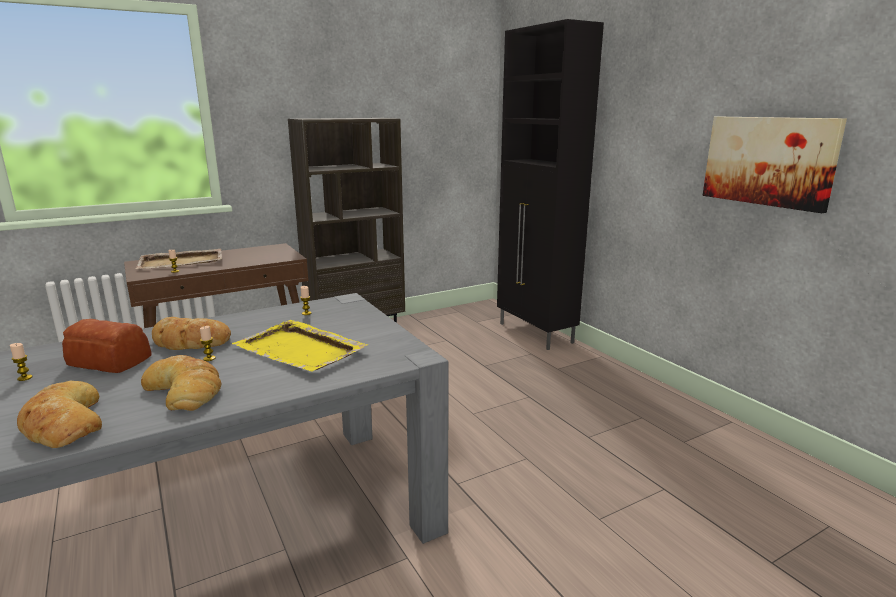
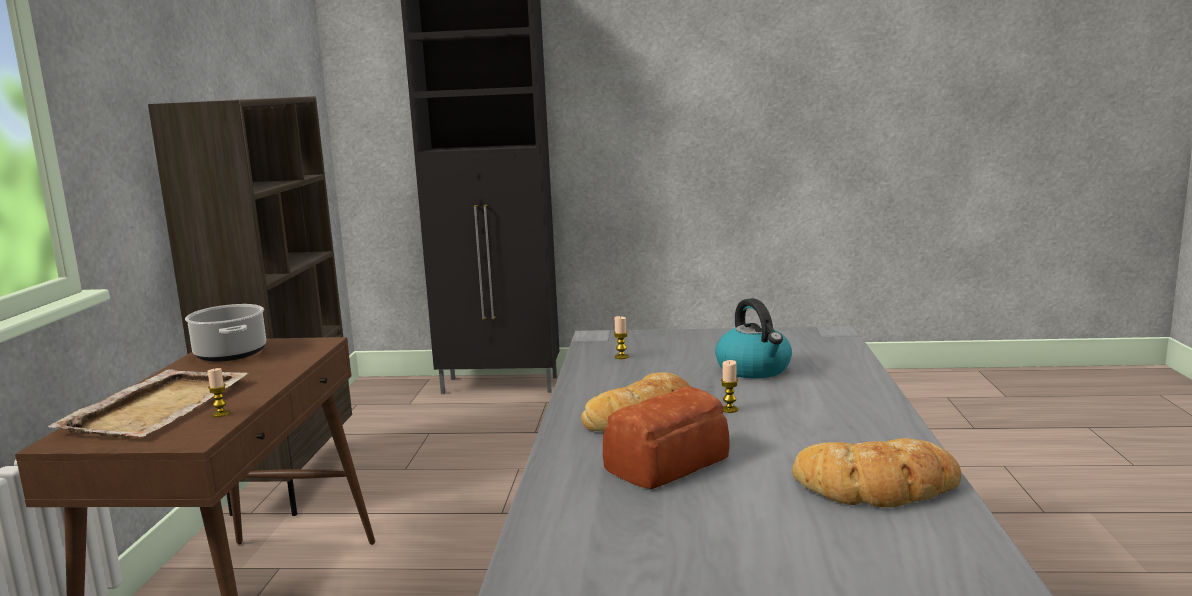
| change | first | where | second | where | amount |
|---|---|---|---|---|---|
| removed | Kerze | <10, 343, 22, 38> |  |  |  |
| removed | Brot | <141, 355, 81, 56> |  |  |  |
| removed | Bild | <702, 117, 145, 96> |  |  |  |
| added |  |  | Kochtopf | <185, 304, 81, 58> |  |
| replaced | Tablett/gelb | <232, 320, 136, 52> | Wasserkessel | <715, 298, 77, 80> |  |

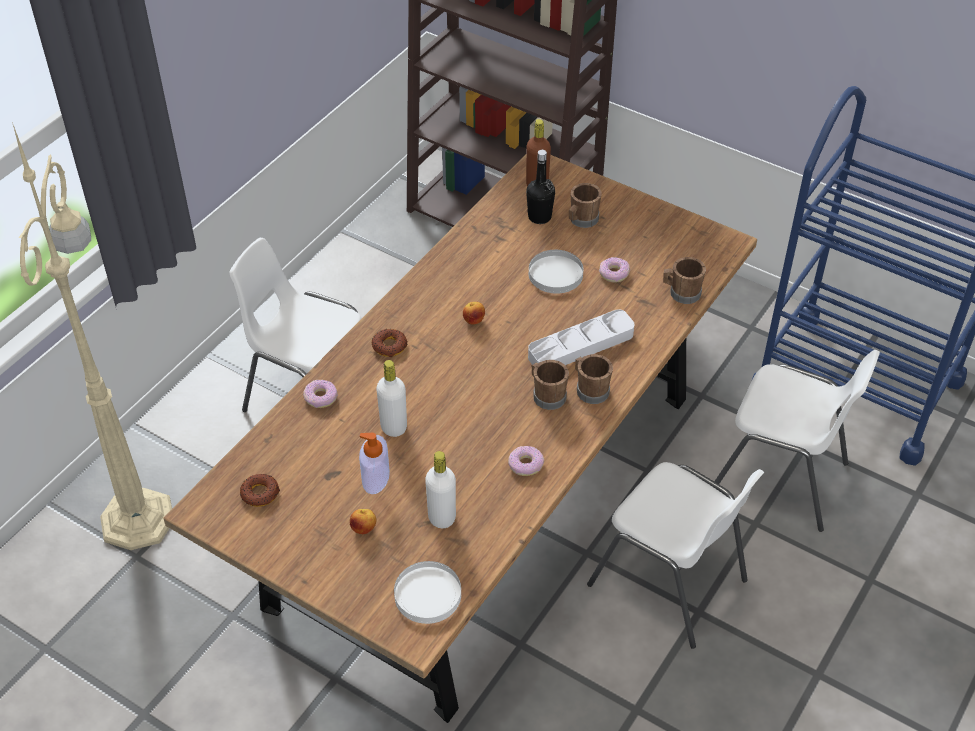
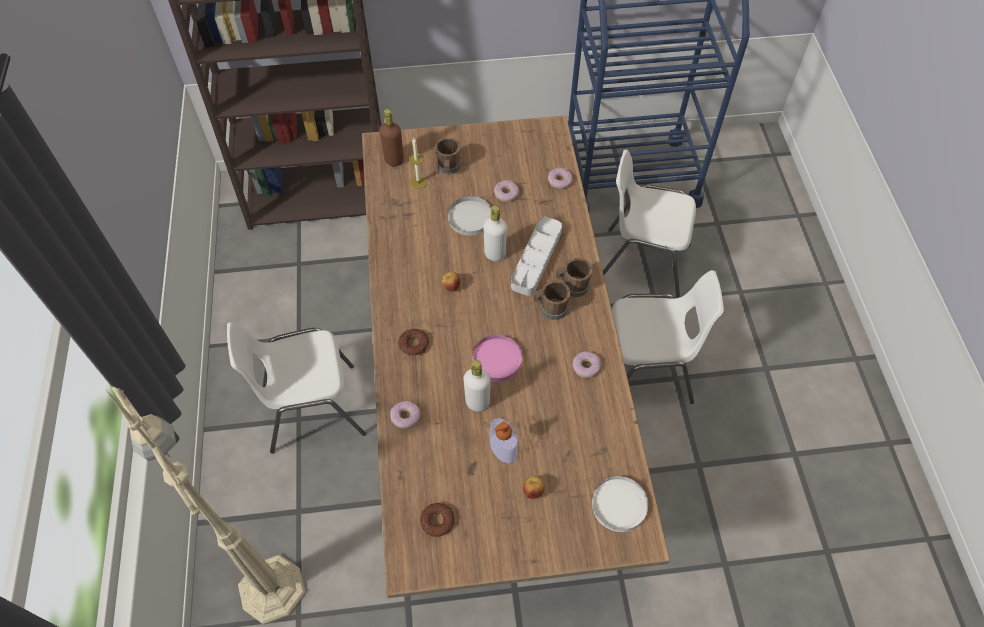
| change | first | where | second | where | amount |
|---|---|---|---|---|---|
| added |  |  | Teller/rosa | <472, 335, 50, 47> |  |
| moved | Flasche/weiß | <425, 451, 31, 77> |  | <483, 206, 24, 55> |  |
| replaced | Flasche/schwarz | <526, 150, 29, 74> | Kerze | <409, 138, 18, 51> |  |
| replaced | Henkelbecher/braun | <663, 257, 43, 47> | Donut | <548, 168, 24, 21> |  |
| turned | Stuhl/weiß | <714, 350, 166, 182> |  | <603, 150, 93, 148> | 150 degrees counterclockwise |

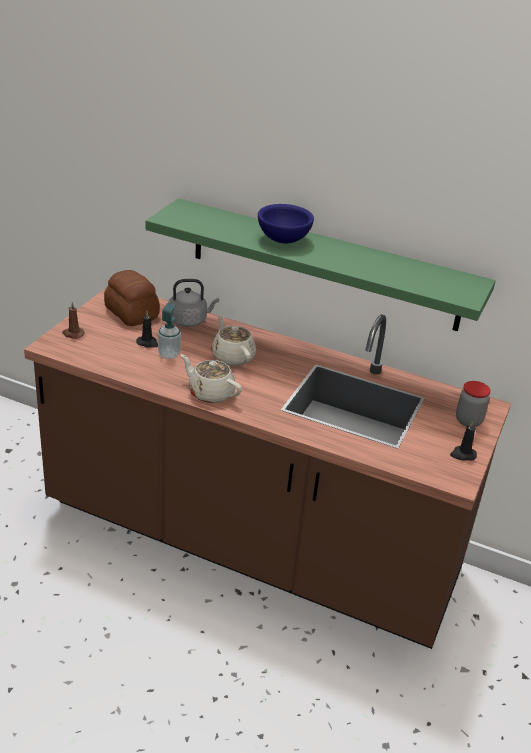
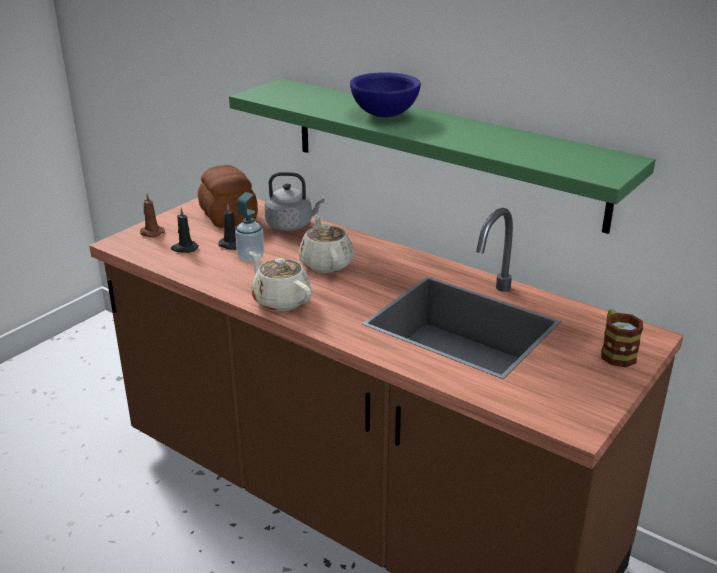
| change | first | where | second | where | amount |
|---|---|---|---|---|---|
| moved | Kerze/schwarz | <450, 421, 27, 40> |  | <171, 208, 28, 45> |  |
| replaced | Vorratsglas | <456, 381, 35, 46> | Henkelbecher | <601, 309, 42, 58> |  |

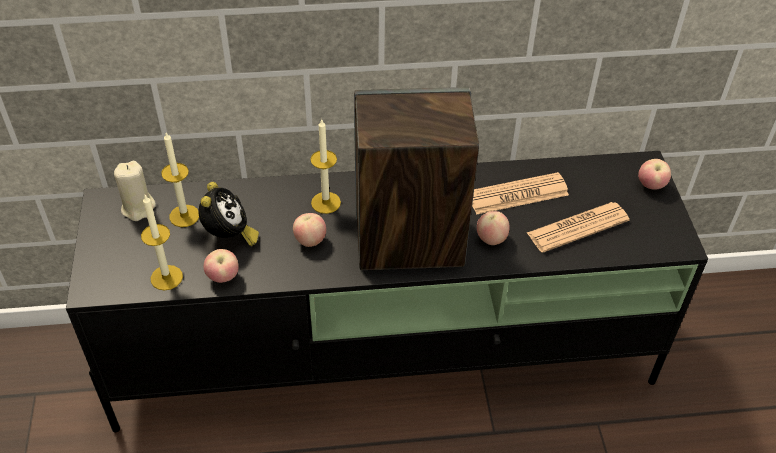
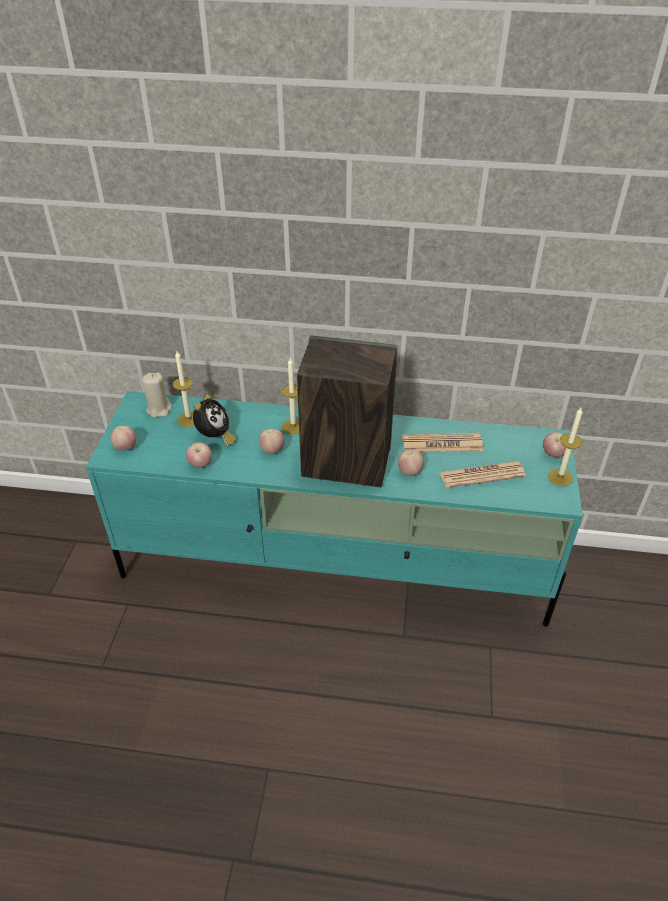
| change | first | where | second | where | amount |
|---|---|---|---|---|---|
| added |  |  | Apfel | <111, 426, 25, 25> |  |
| moved | Kerze | <141, 195, 42, 96> |  | <548, 408, 35, 78> |  |
| recoloured | Fernsehschrank/schwarz | <66, 151, 642, 281> | Fernsehschrank/türkis | <86, 391, 497, 236> |  |

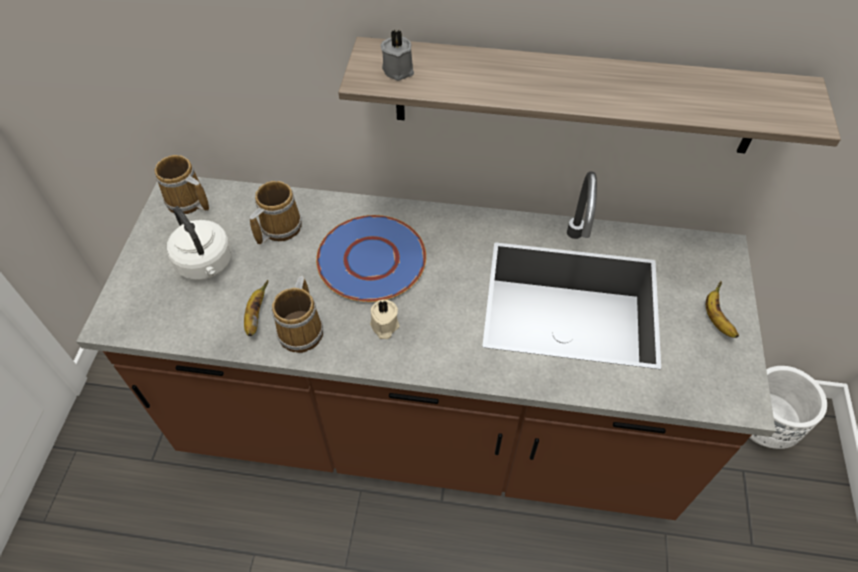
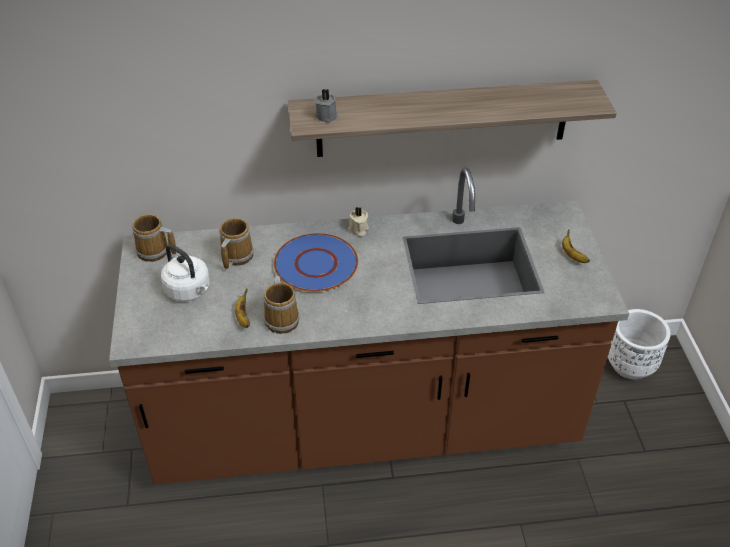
| change | first | where | second | where | amount |
|---|---|---|---|---|---|
| moved | Kerze/beige | <370, 300, 29, 39> |  | <348, 207, 21, 30> |  |

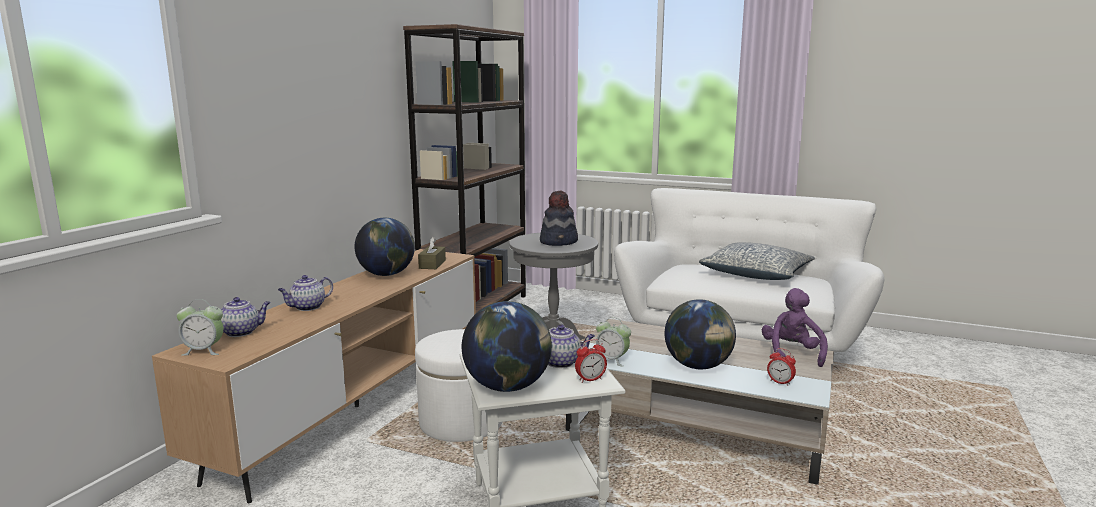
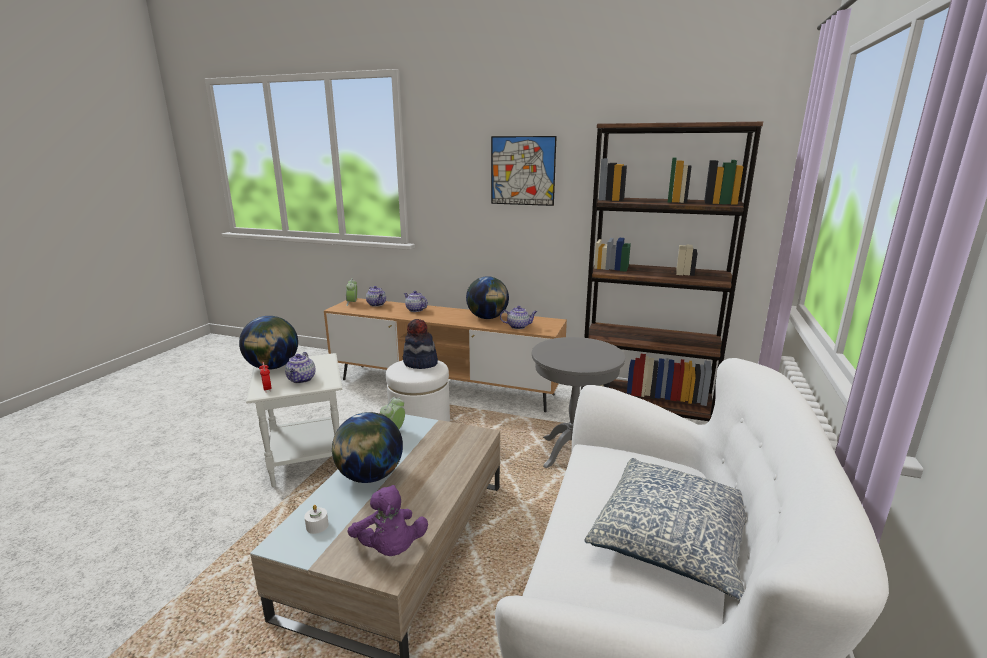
| change | first | where | second | where | amount |
|---|---|---|---|---|---|
| added |  |  | Bild | <491, 136, 66, 70> |  |
| moved | Hut | <540, 190, 38, 56> |  | <403, 319, 35, 50> |  |
| replaced | Taschentuchbox/braun | <418, 237, 28, 32> | Teekanne | <500, 306, 37, 23> |  |
| replaced | Wecker | <767, 348, 29, 38> | Kerze/weiß | <304, 505, 25, 29> |  |
| turned | Plüschtier/lila | <762, 288, 66, 79> |  | <348, 485, 80, 71> | 60 degrees clockwise |

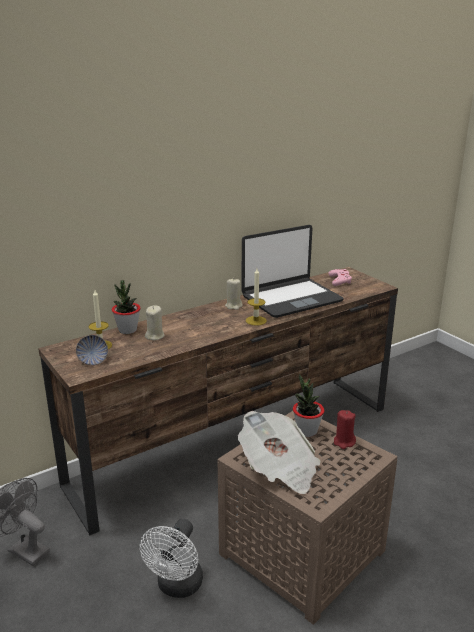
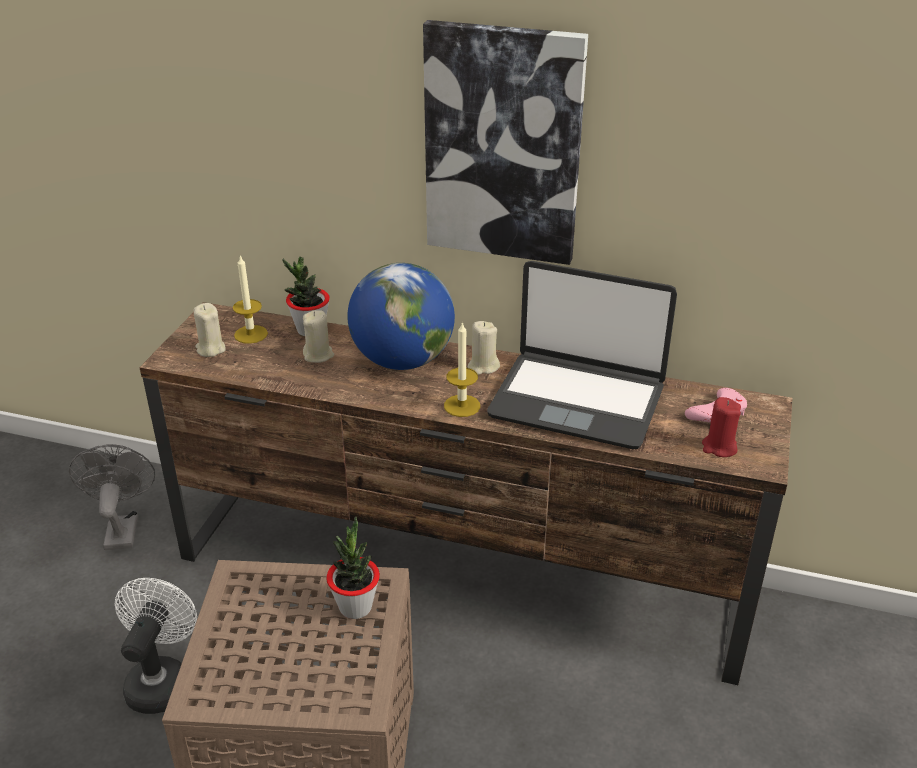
| change | first | where | second | where | amount |
|---|---|---|---|---|---|
| removed | Zeitung | <238, 411, 83, 83> |  |  |  |
| added |  |  | Globus | <347, 263, 108, 107> |  |
| added |  |  | Bild | <423, 20, 165, 245> |  |
| moved | Kerze/rot | <334, 410, 22, 39> |  | <702, 397, 39, 60> |  |
| replaced | Schüssel | <76, 335, 32, 30> | Kerze/beige | <193, 303, 33, 54> |  |
| turned | Ventilator/weiß | <140, 519, 63, 79> |  | <115, 578, 82, 136> | 120 degrees clockwise |

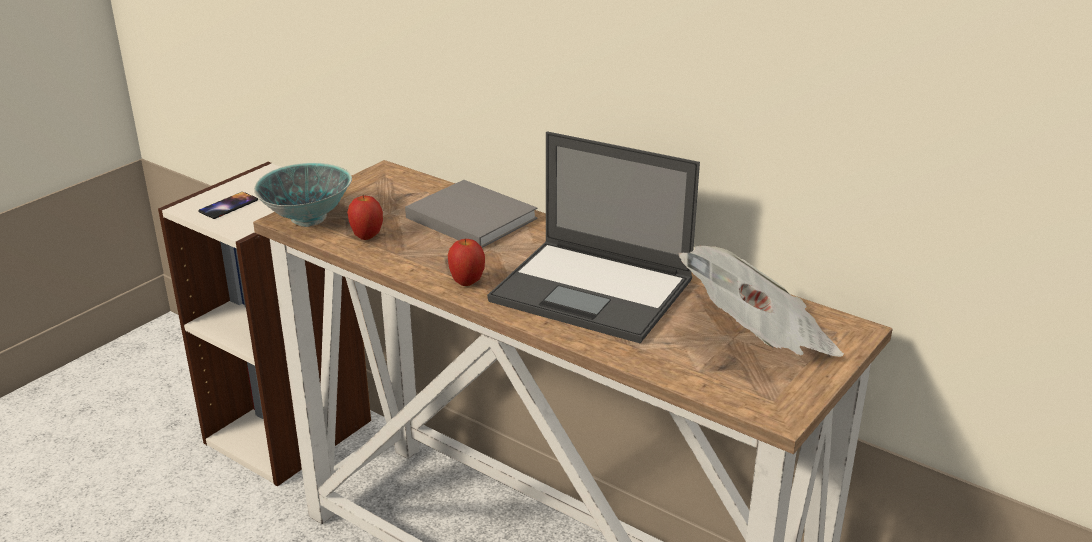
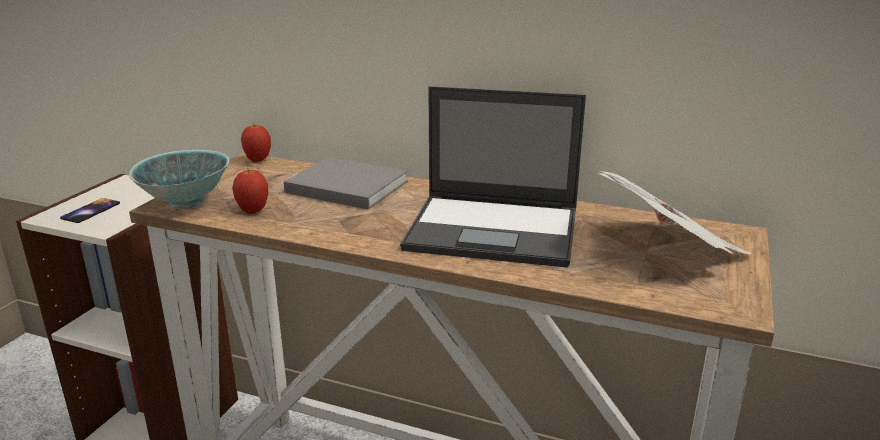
| change | first | where | second | where | amount |
|---|---|---|---|---|---|
| moved | Apfel | <447, 239, 38, 47> |  | <241, 123, 30, 39> |  |

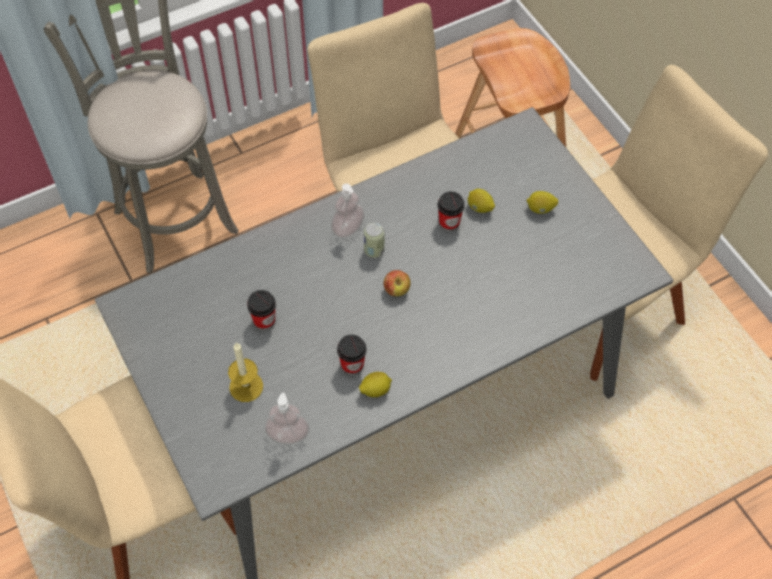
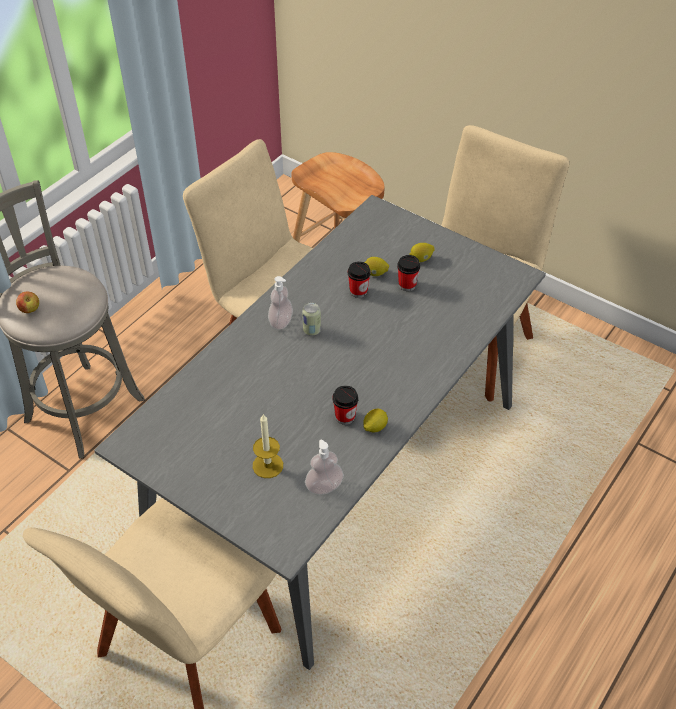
| change | first | where | second | where | amount |
|---|---|---|---|---|---|
| moved | Tasse | <247, 290, 29, 40> |  | <397, 255, 23, 36> |  |
| moved | Apfel | <384, 270, 27, 26> |  | <16, 292, 23, 21> |  |

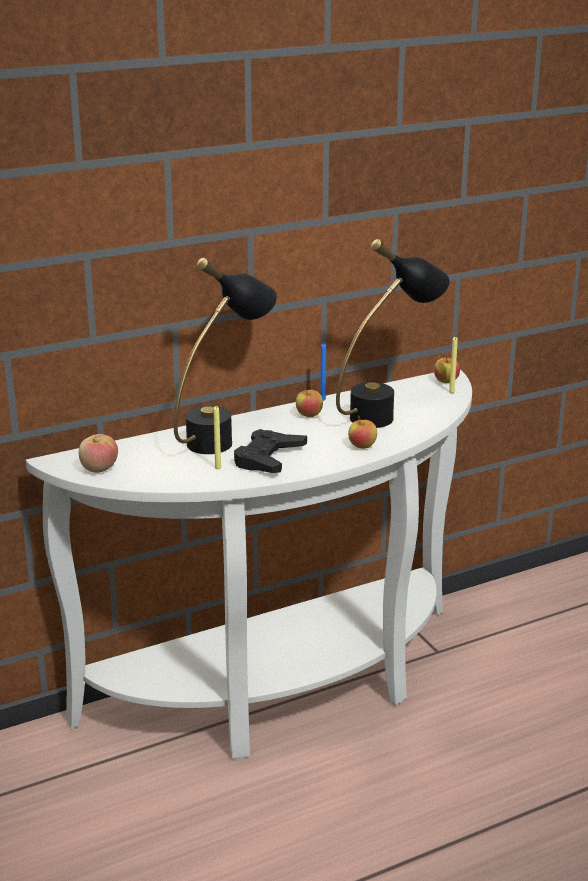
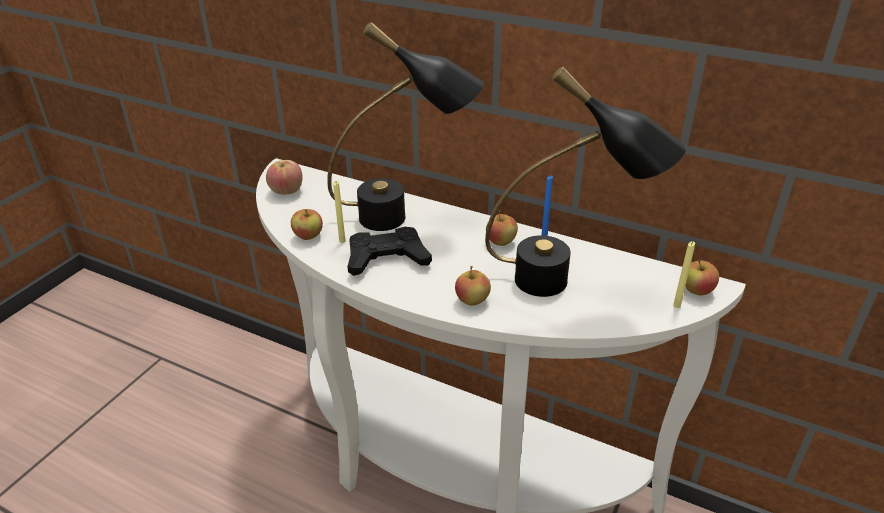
| change | first | where | second | where | amount |
|---|---|---|---|---|---|
| added |  |  | Apfel | <291, 209, 32, 31> |  |

